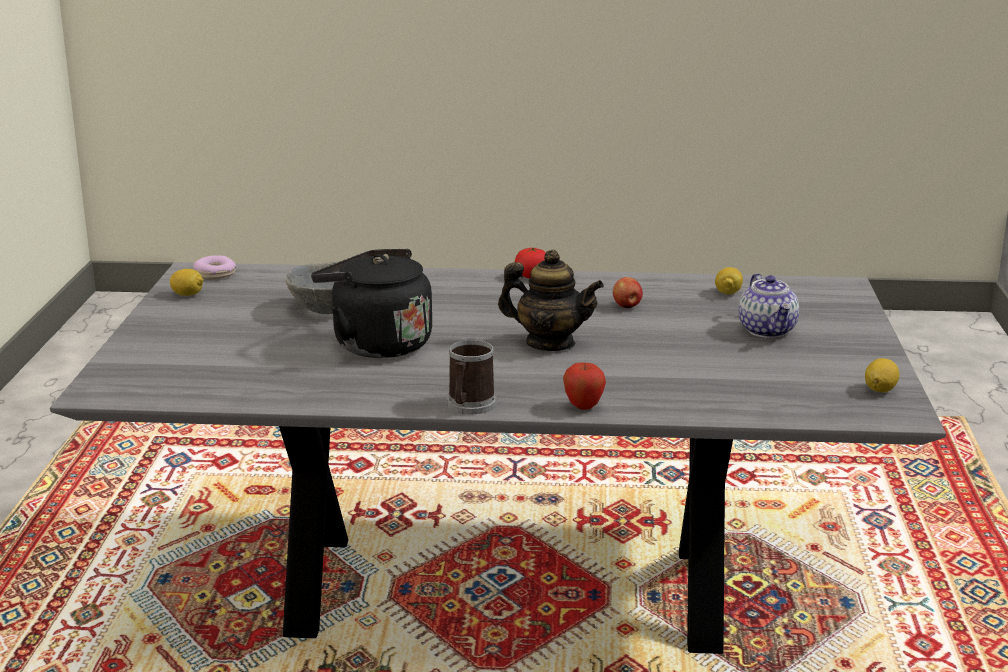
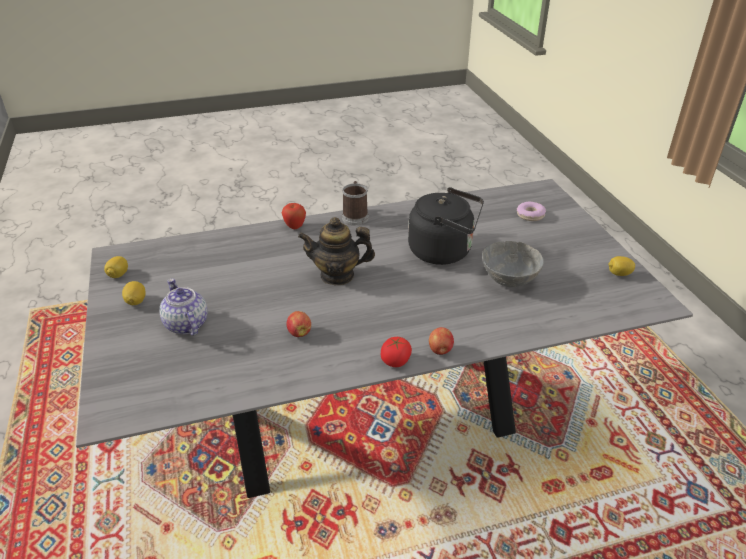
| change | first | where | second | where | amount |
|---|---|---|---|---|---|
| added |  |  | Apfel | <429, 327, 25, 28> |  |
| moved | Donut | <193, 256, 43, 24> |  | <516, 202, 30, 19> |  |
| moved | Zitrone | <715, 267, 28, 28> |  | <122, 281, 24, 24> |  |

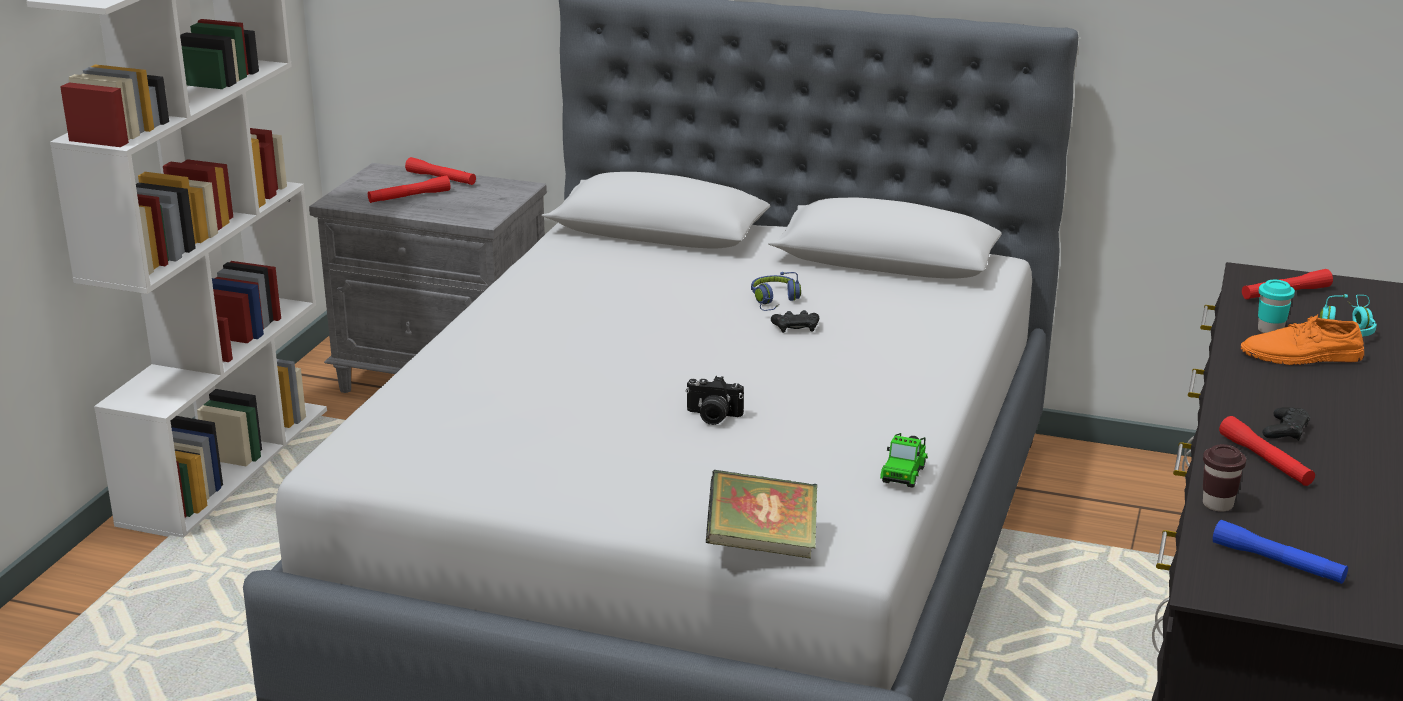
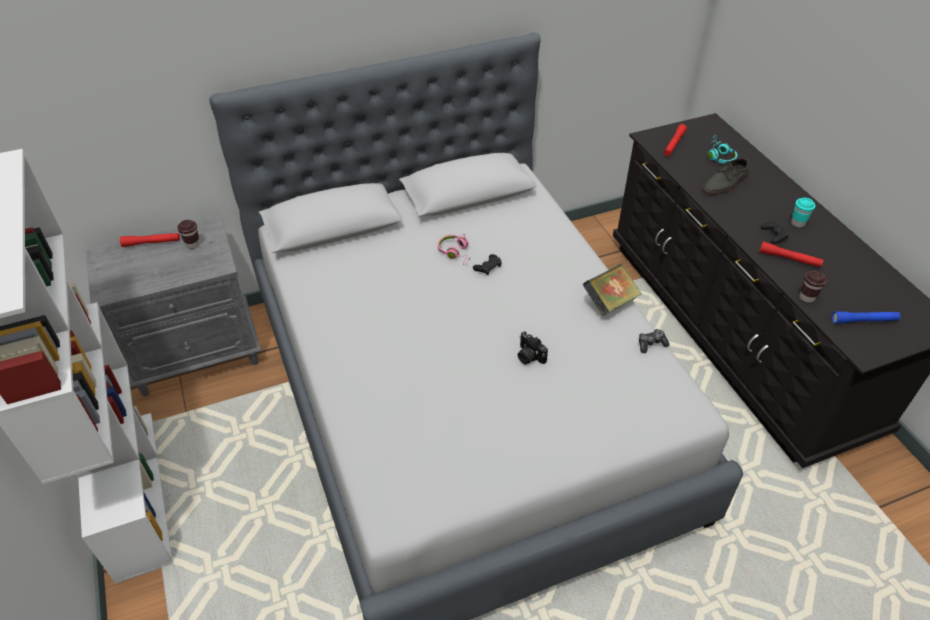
| change | first | where | second | where | amount |
|---|---|---|---|---|---|
| removed | Taschenlampe/rot | <368, 176, 82, 27> |  |  |  |
| added |  |  | Tasse/braun | <177, 220, 23, 29> |  |
| moved | Buch | <706, 470, 112, 89> |  | <583, 264, 59, 52> |  |
| moved | Tasse/türkis | <1258, 280, 37, 53> |  | <791, 198, 25, 30> |  |
| replaced | Spielzeugauto | <880, 433, 48, 55> | Gamepad | <639, 329, 31, 24> |  |
| recoloured | Kopfhörer/blau | <751, 272, 50, 39> | Kopfhörer/rosa | <438, 234, 32, 31> |  |
| recoloured | Schuh/orange | <1240, 315, 124, 50> | Schuh/grau | <702, 158, 47, 36> |  |
| turned | Kamera | <685, 376, 59, 49> |  | <518, 331, 30, 34> | 75 degrees clockwise |

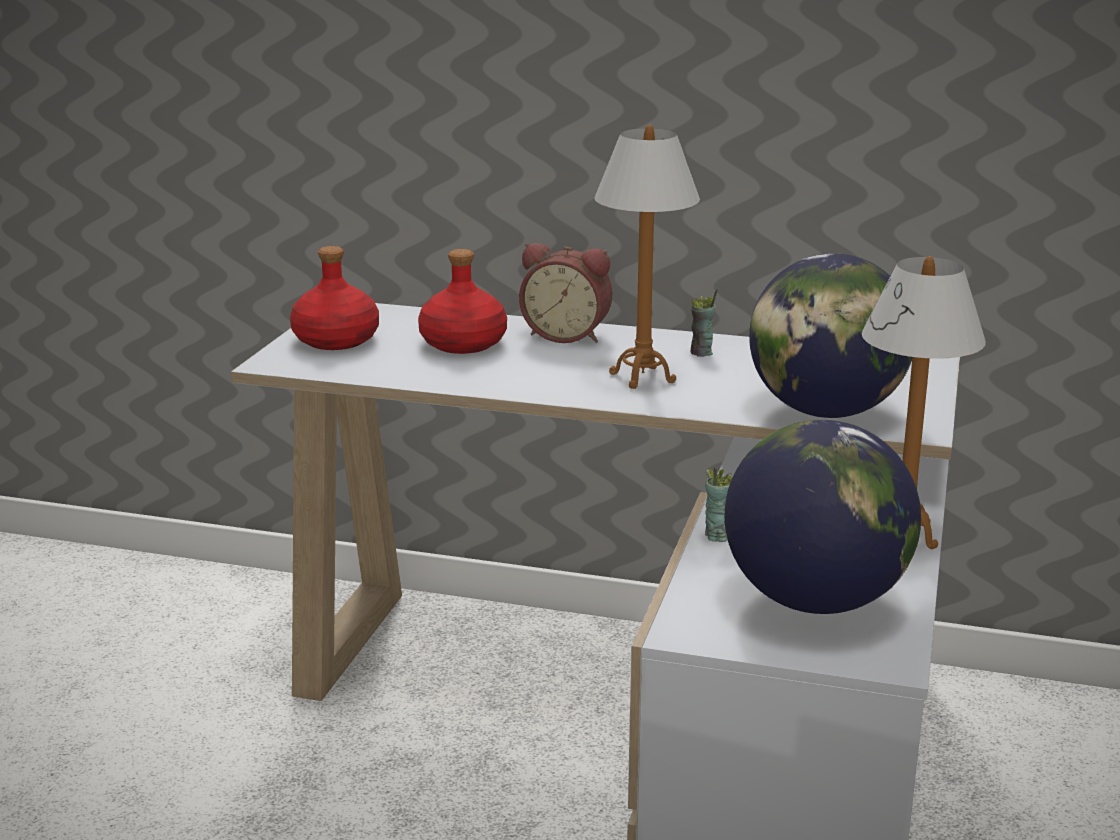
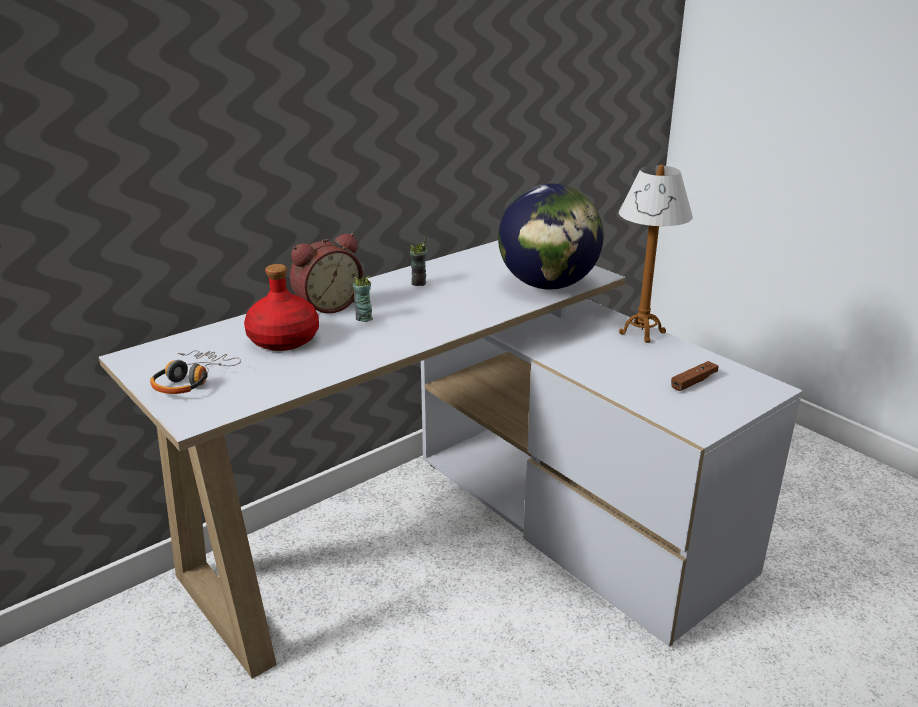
| change | first | where | second | where | amount |
|---|---|---|---|---|---|
| removed | Tischlampe | <595, 125, 105, 264> |  |  |  |
| moved | Tasse | <705, 467, 28, 75> |  | <353, 273, 20, 49> |  |
| replaced | Flasche/rot | <290, 246, 89, 104> | Kopfhörer | <150, 350, 91, 44> |  |
| replaced | Globus | <724, 420, 197, 194> | Gamepad/braun | <671, 361, 48, 30> |  |

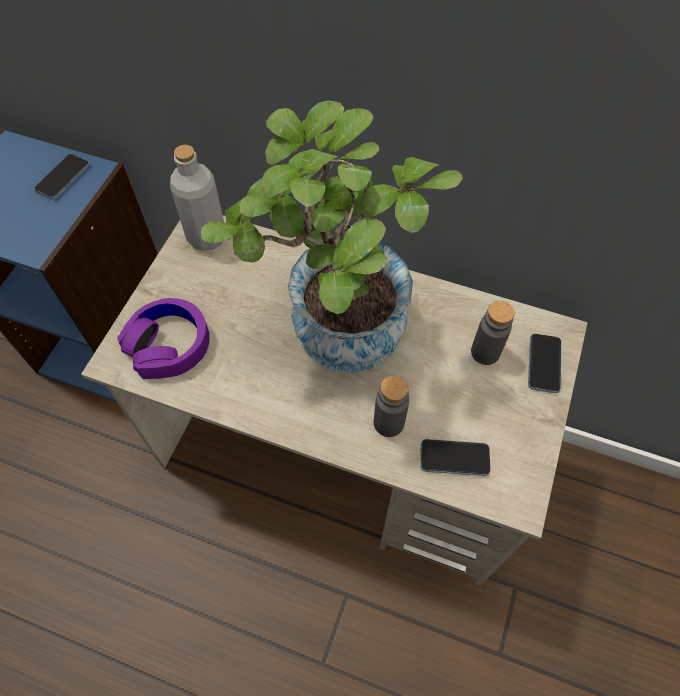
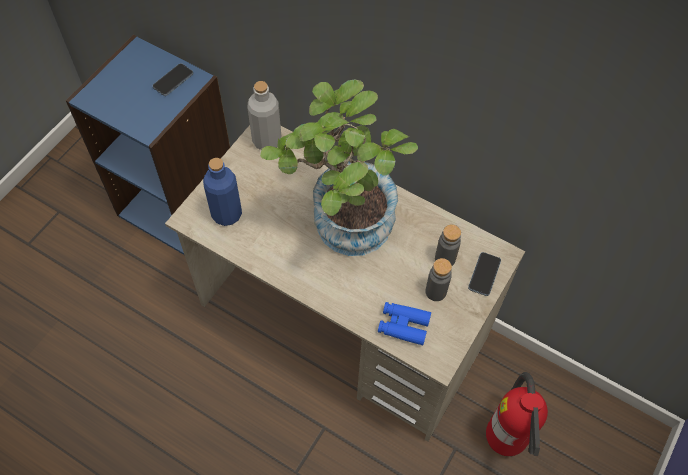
| change | first | where | second | where | amount |
|---|---|---|---|---|---|
| added |  |  | Feuerlöscher | <486, 372, 62, 84> |  |
| moved | Flasche/grau | <374, 375, 35, 62> |  | <425, 258, 27, 43> |  |
| replaced | Kopfhörer/lila | <117, 298, 93, 81> | Flasche/blau | <203, 158, 39, 68> |  |
| replaced | Handy | <420, 439, 70, 37> | Fernglas/blau | <378, 302, 53, 43> |  |

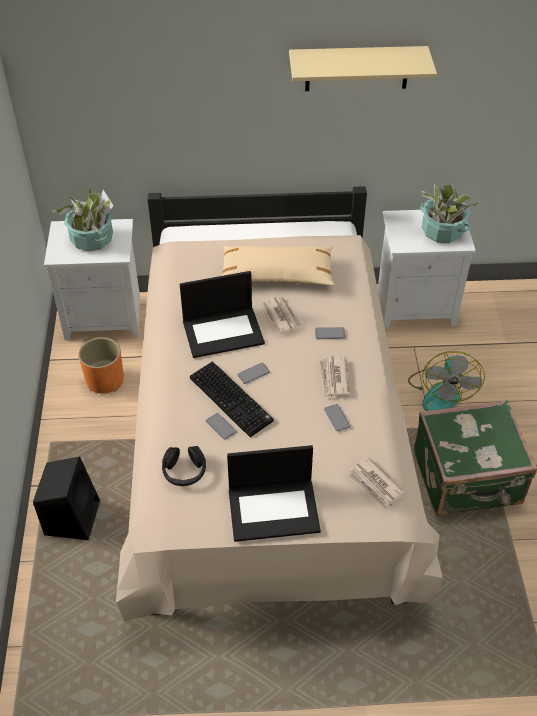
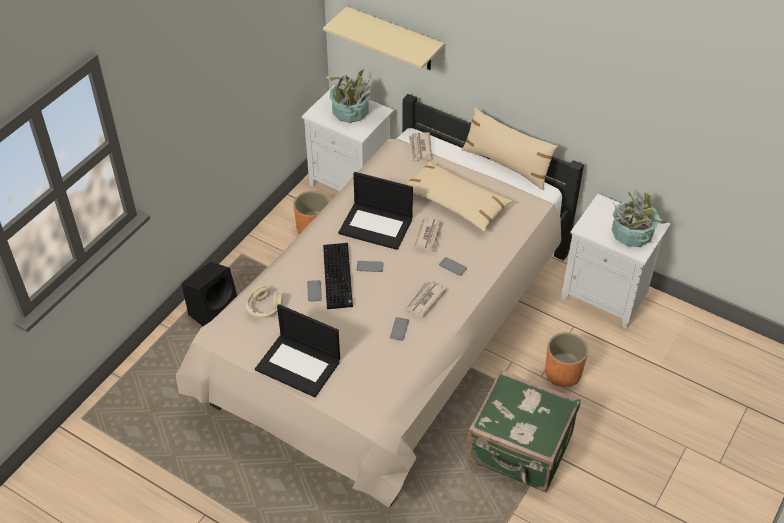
| change | first | where | second | where | amount |
|---|---|---|---|---|---|
| added |  |  | Kissen/beige | <462, 108, 96, 82> |  |
| moved | Wandregal/beige | <289, 46, 148, 45> |  | <323, 6, 121, 64> |  |
| moved | Zeitung | <348, 457, 57, 54> |  | <409, 132, 23, 31> |  |
| replaced | Ventilator | <408, 351, 77, 60> | Pflanzkübel/orange | <545, 332, 43, 55> |  |
| recoloured | Kopfhörer/schwarz | <162, 446, 44, 40> | Kopfhörer/beige | <246, 285, 37, 33> |  |

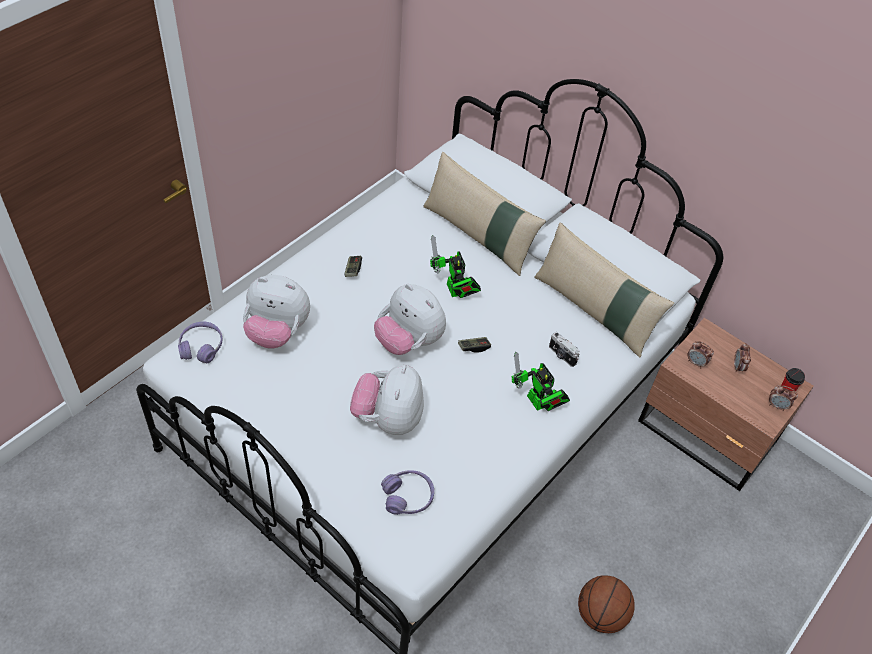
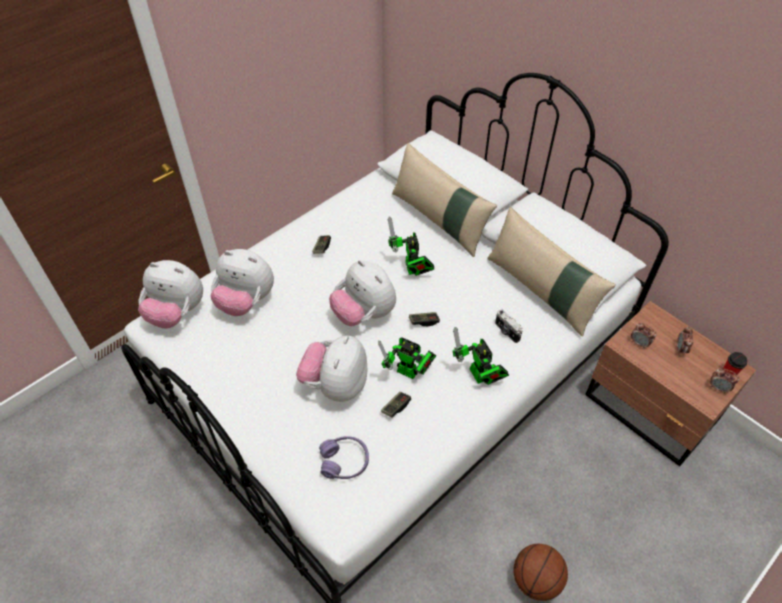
| change | first | where | second | where | amount |
|---|---|---|---|---|---|
| added |  |  | Spielzeugroboter | <378, 338, 58, 41> |  |
| added |  |  | Gamepad | <381, 392, 30, 26> |  |
| replaced | Kopfhörer/lila | <178, 321, 44, 42> | Plüschtier | <138, 260, 65, 69> |  |

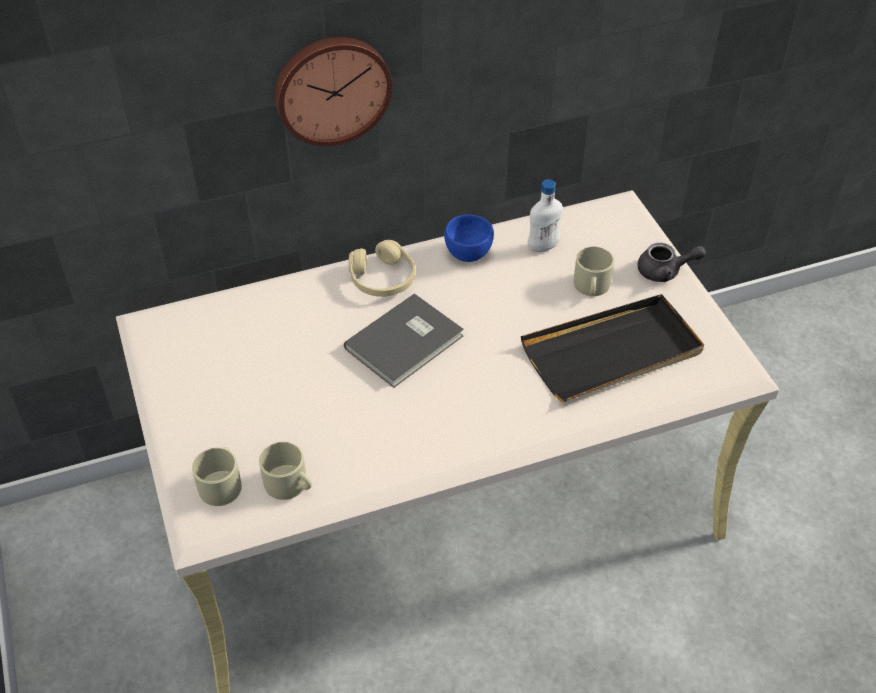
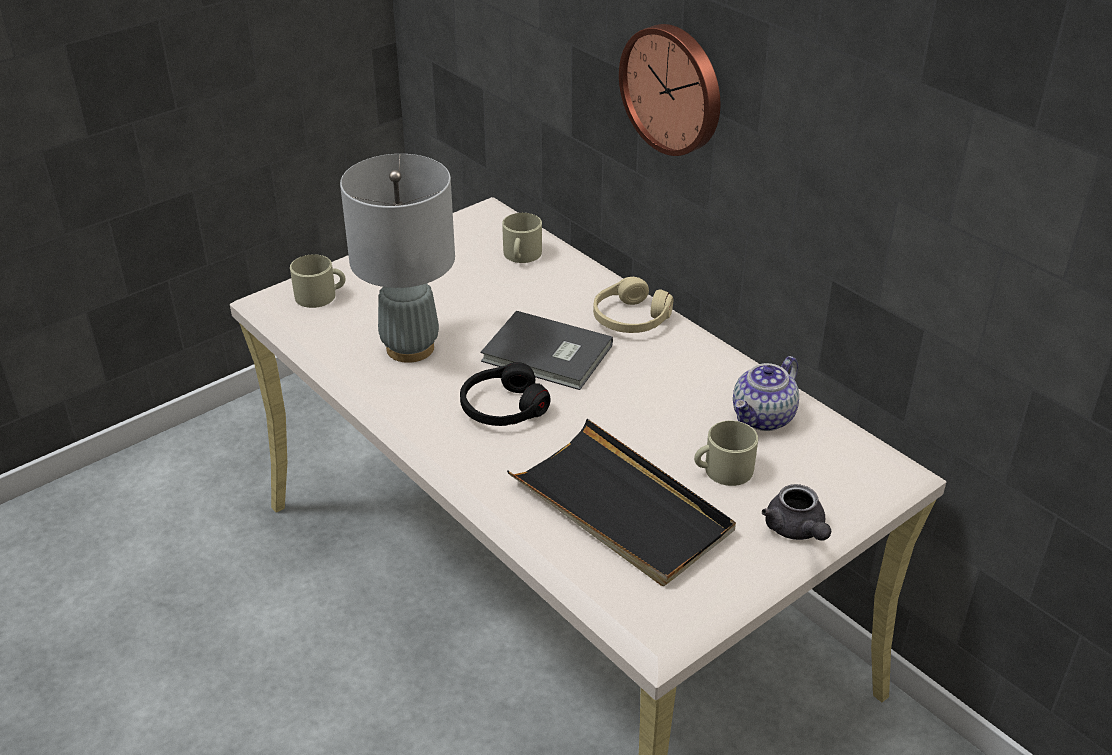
| change | first | where | second | where | amount |
|---|---|---|---|---|---|
| removed | Schüssel/blau | <444, 214, 50, 48> |  |  |  |
| added |  |  | Tischlampe/grau | <340, 154, 115, 209> |  |
| added |  |  | Kopfhörer/schwarz | <460, 362, 91, 64> |  |
| moved | Henkelbecher/beige | <259, 442, 53, 58> |  | <502, 213, 40, 50> |  |
| replaced | Flasche/weiß | <528, 179, 35, 73> | Teekanne | <733, 356, 66, 75> |  |

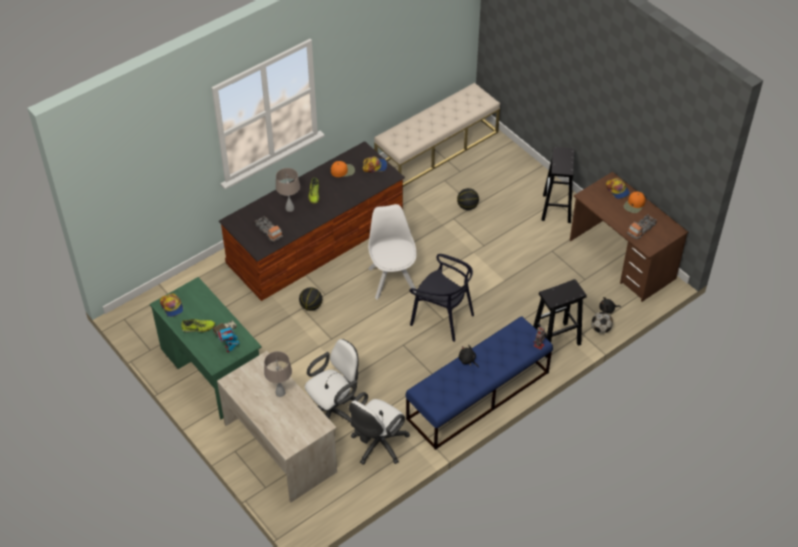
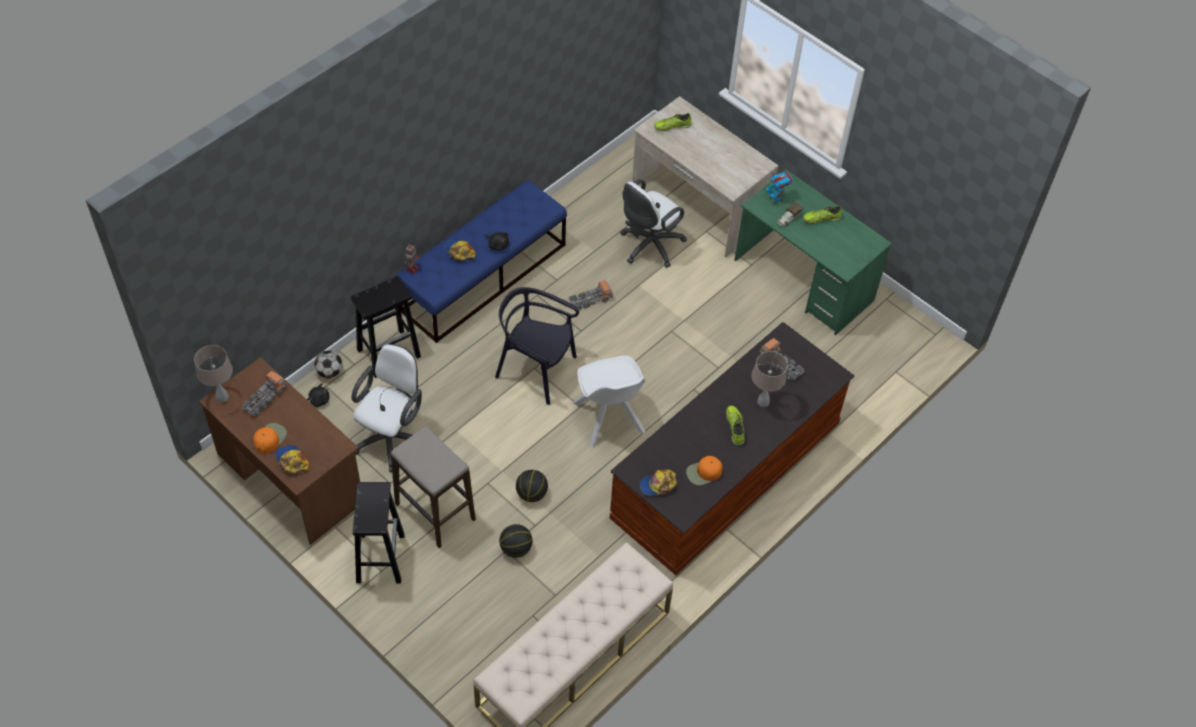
| change | first | where | second | where | amount |
|---|---|---|---|---|---|
| added |  |  | Hocker | <391, 426, 85, 122> |  |
| added |  |  | Spielzeuglaster | <568, 280, 45, 30> |  |
| added |  |  | Schuh | <654, 113, 37, 18> |  |
| moved | Kappe | <160, 293, 23, 24> |  | <445, 239, 31, 22> |  |
| moved | Tischlampe/beige | <264, 351, 28, 46> |  | <194, 345, 39, 57> |  |
| moved | Basketball | <299, 287, 23, 24> |  | <516, 470, 32, 32> |  |
| moved | Bürostuhl/weiß | <349, 392, 61, 73> |  | <351, 344, 71, 128> |  |

